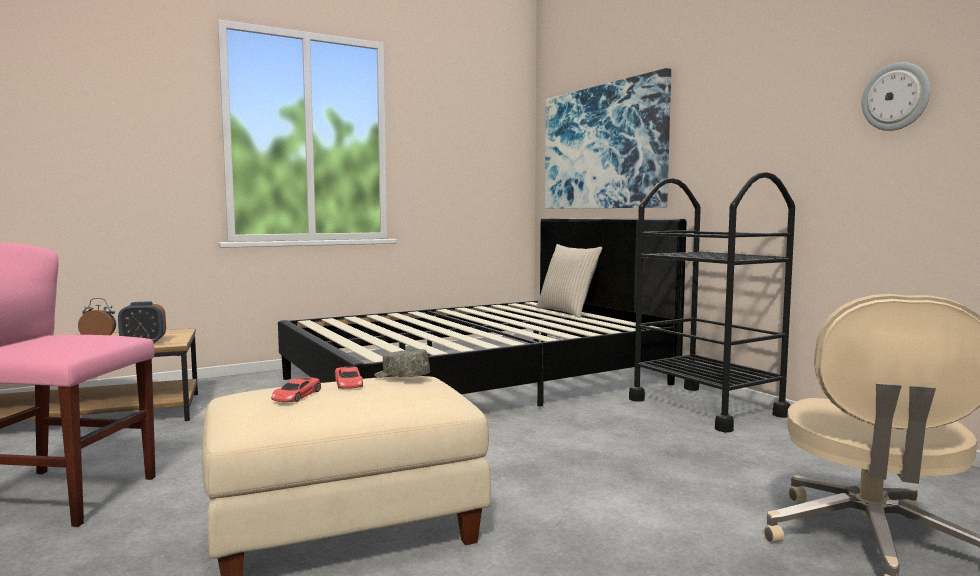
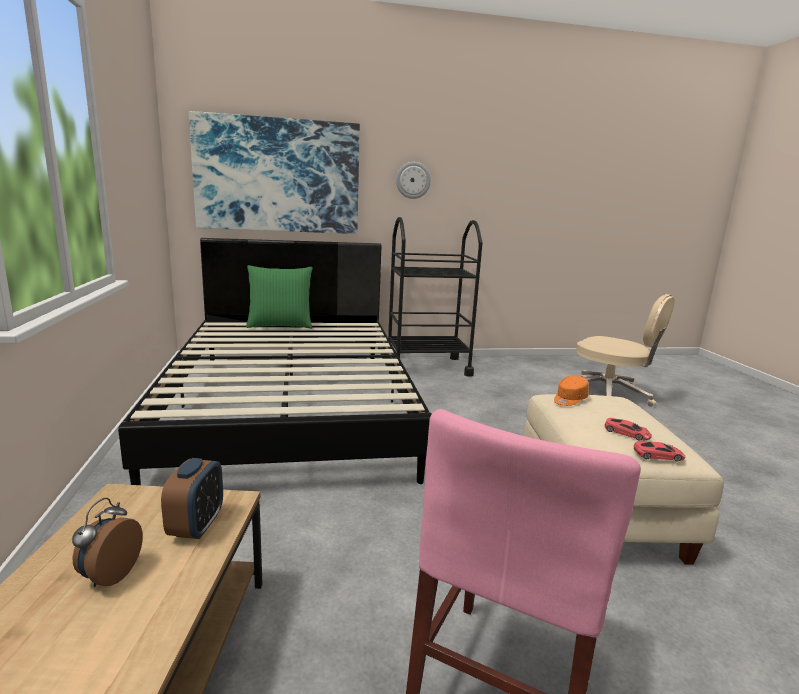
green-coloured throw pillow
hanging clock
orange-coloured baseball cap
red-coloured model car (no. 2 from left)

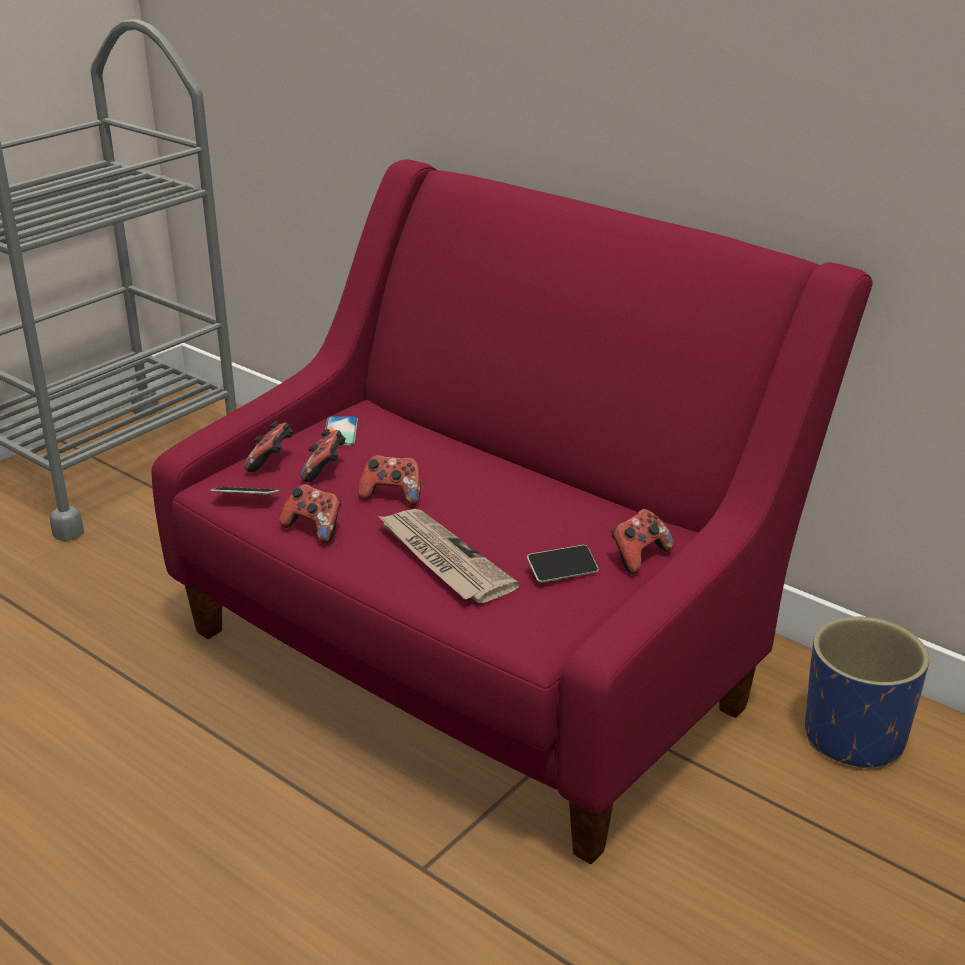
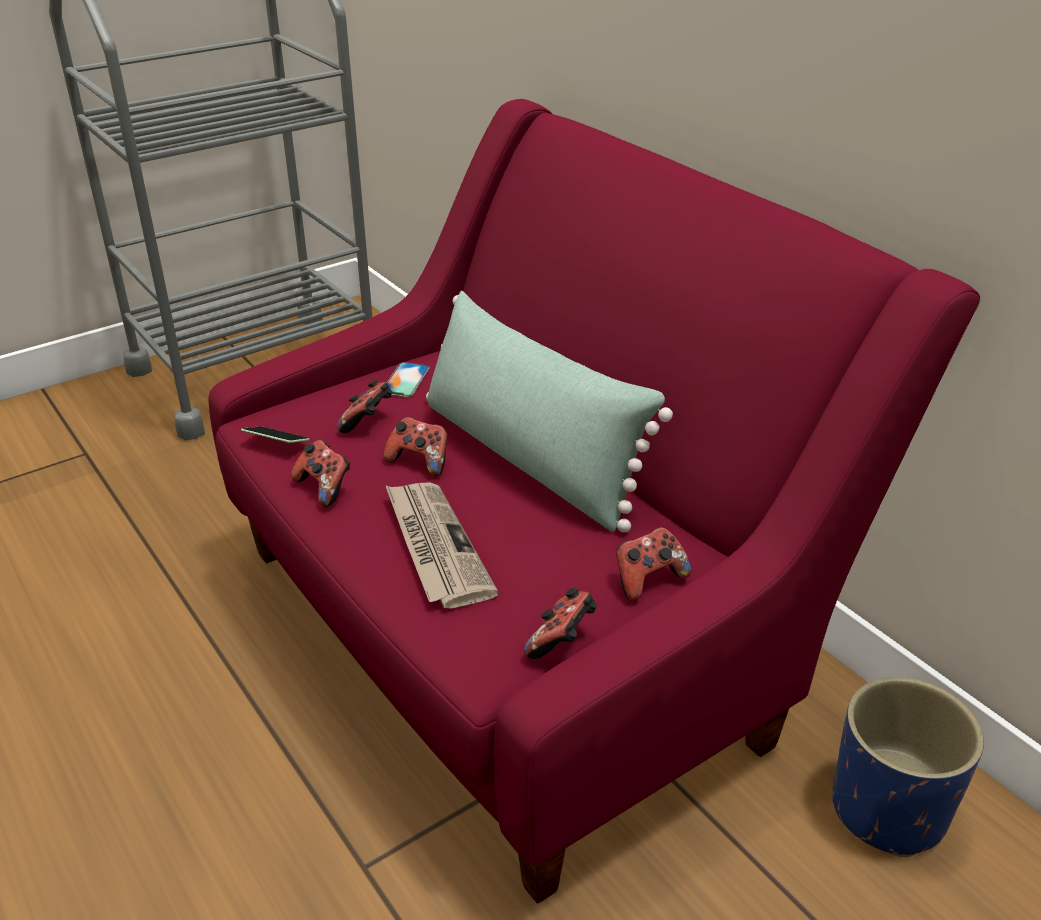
green-coloured throw pillow
joypad (no. 4 from left)
telephone (no. 3 from left in the first image)

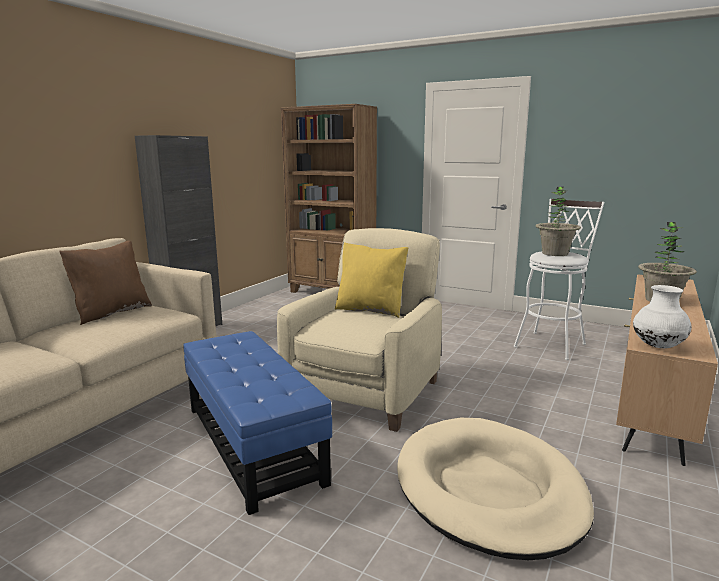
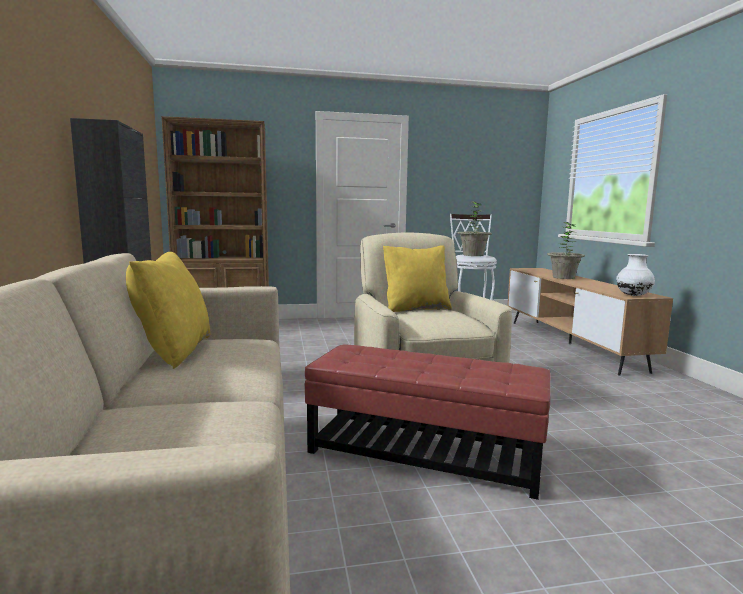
yellow-coloured throw pillow (no. 1 from left)
red-coloured pouffe
sand-coloured dog bed

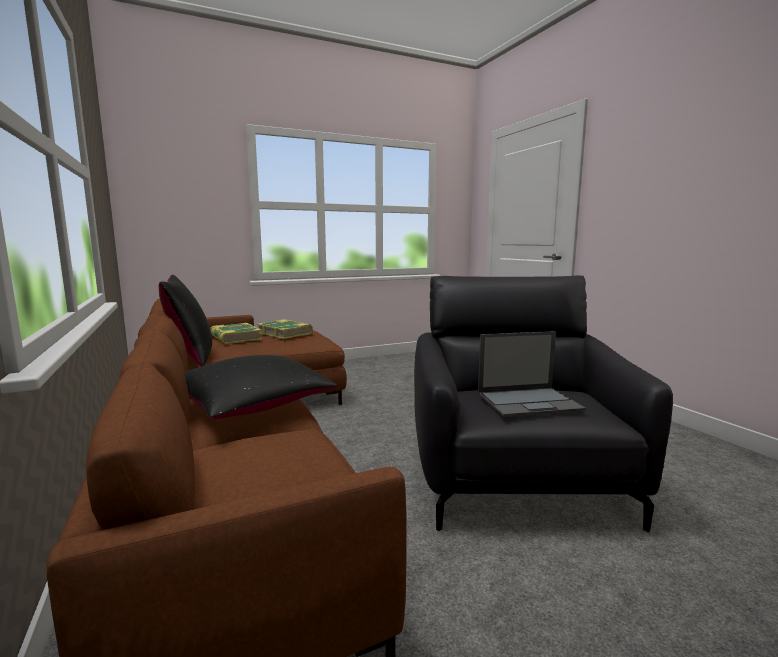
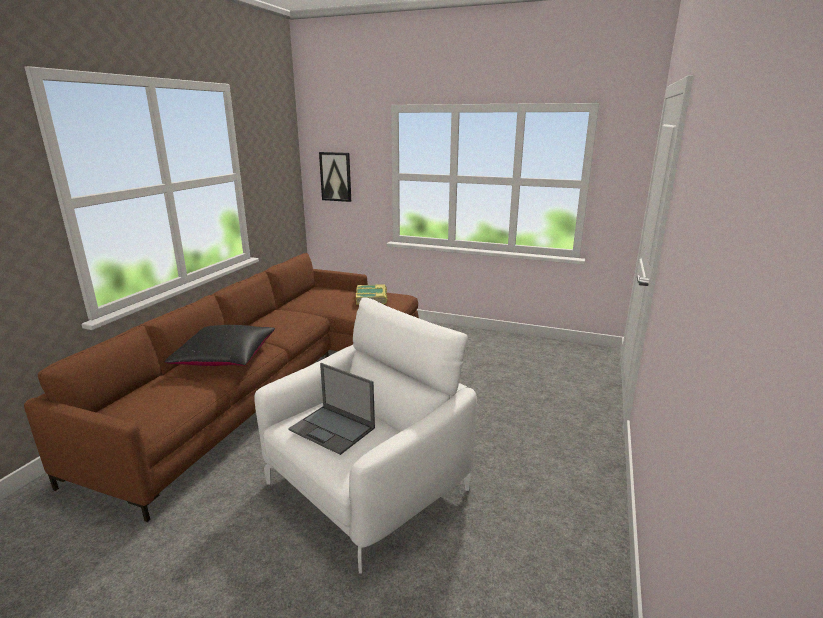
white easy chair
picture
black-coloured throw pillow (no. 1 from left in the first image)
volume (no. 1 from left in the first image)

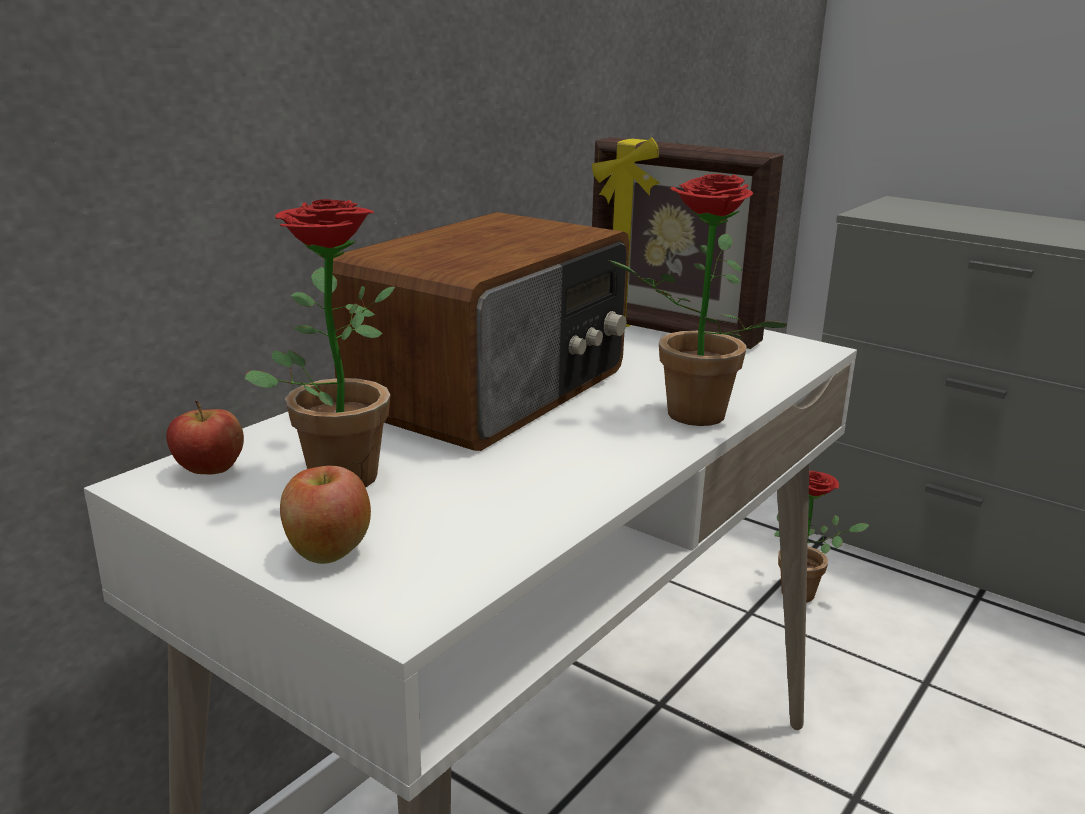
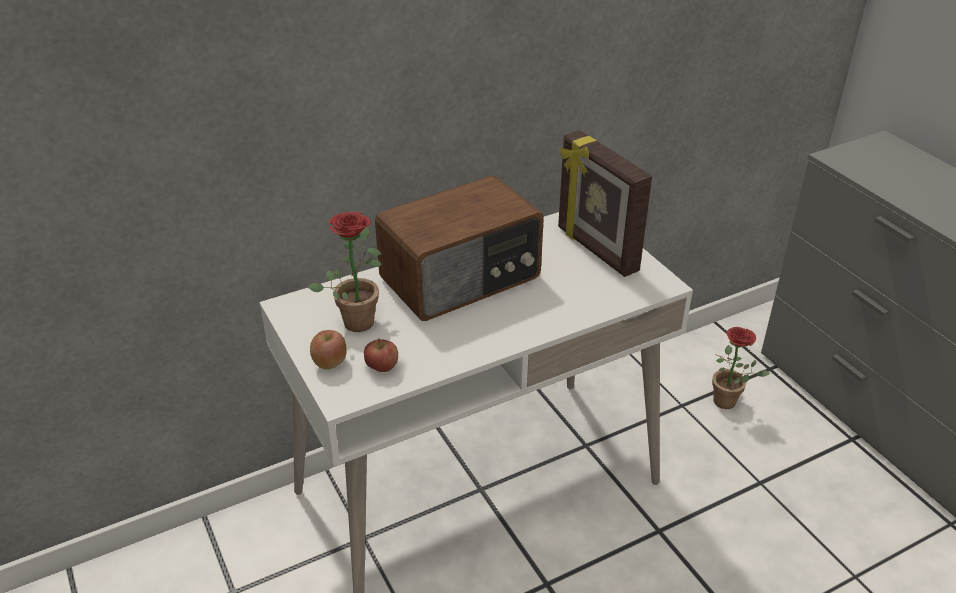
apple fruit (no. 2 from left)
plant in a pot (no. 2 from left in the first image)

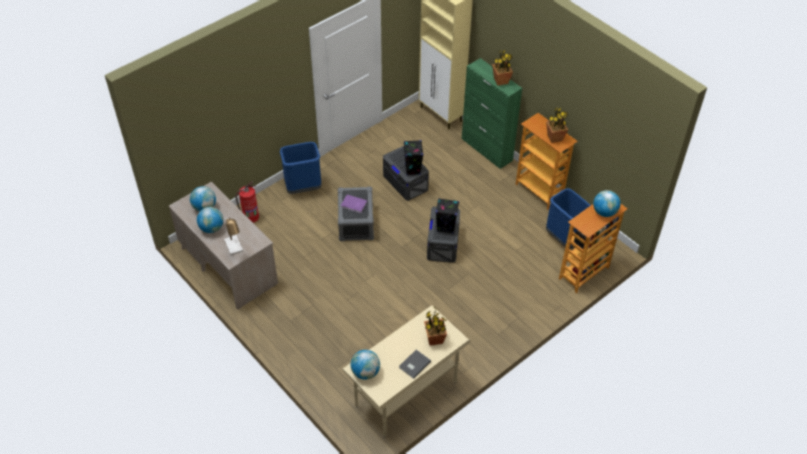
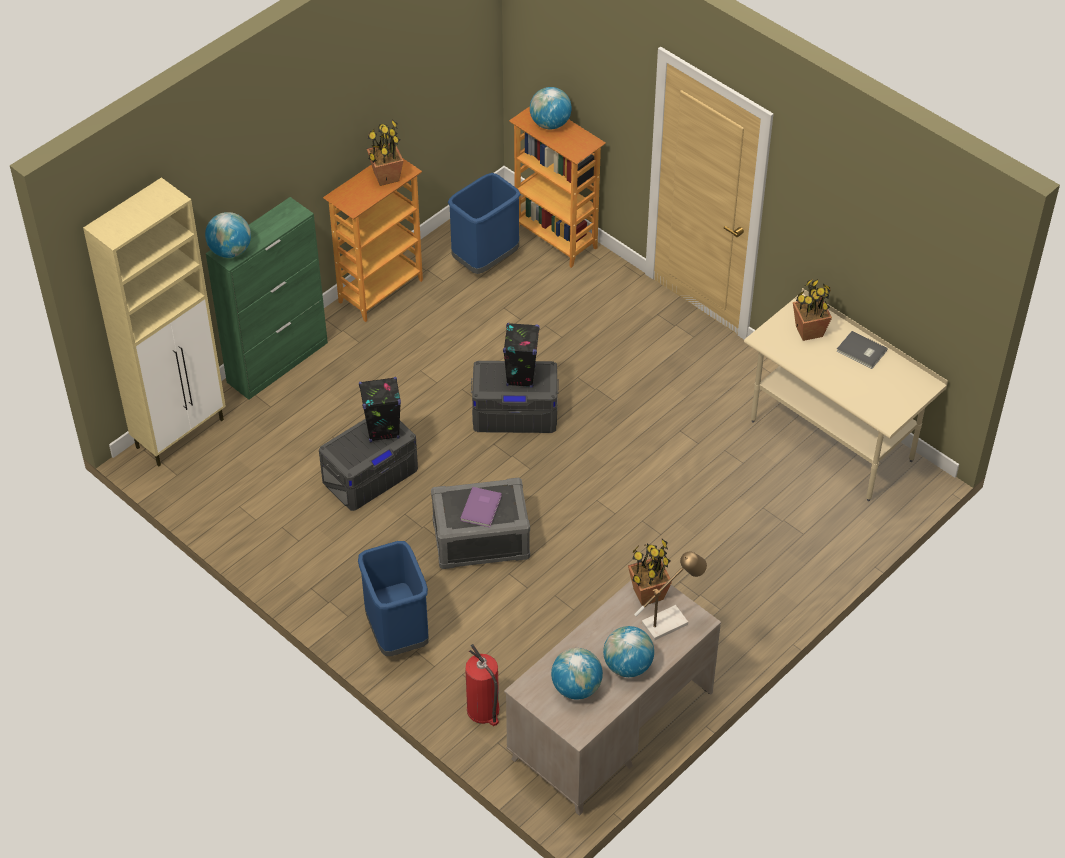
globe (no. 1 from left)
plant in a pot (no. 2 from left)

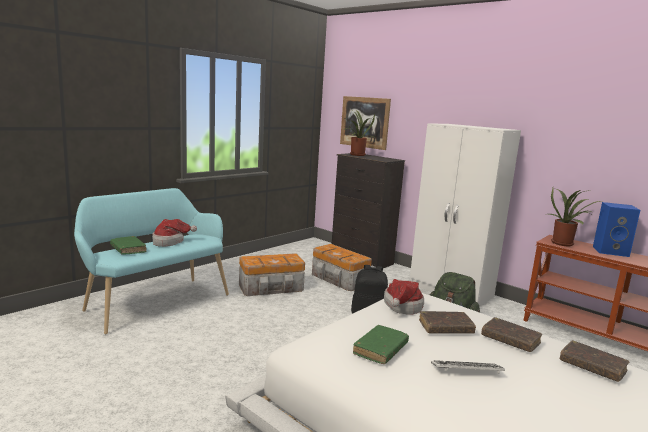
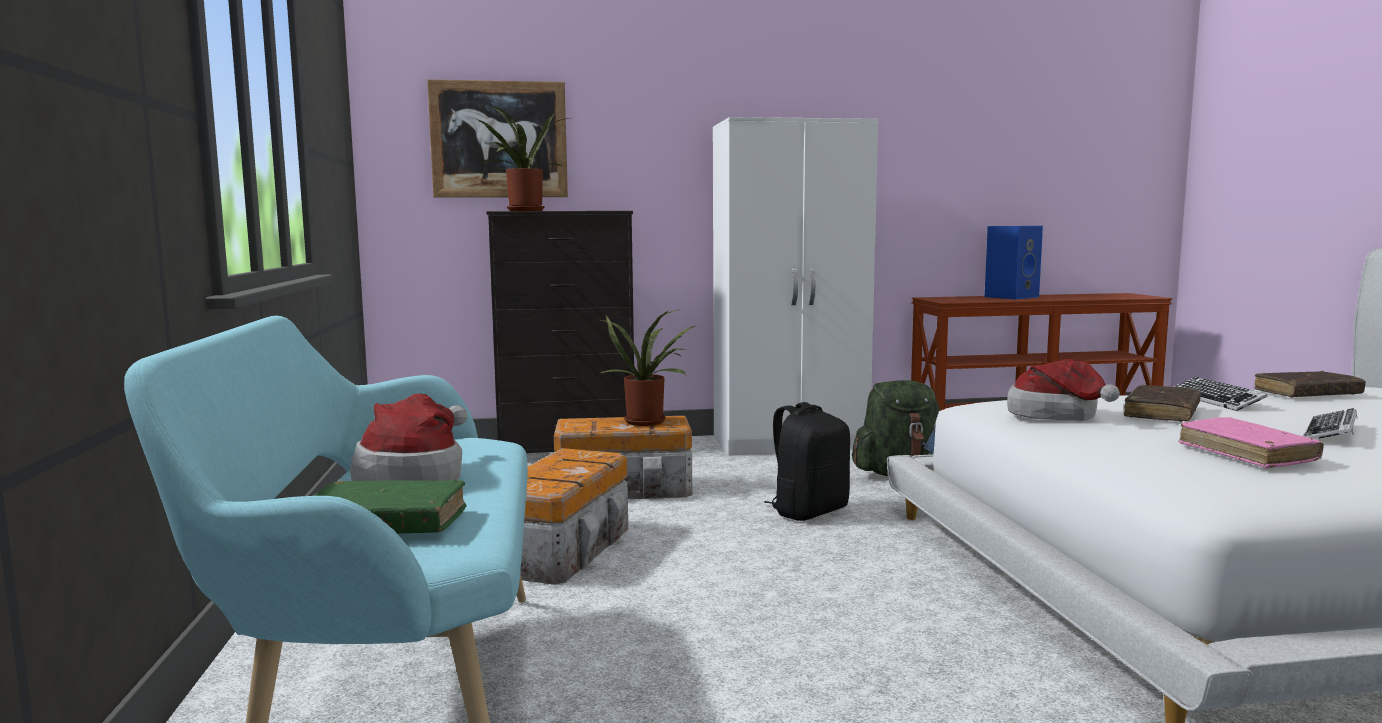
plant in a pot (no. 2 from left)
keyboard (no. 1 from left)
pinkish volume

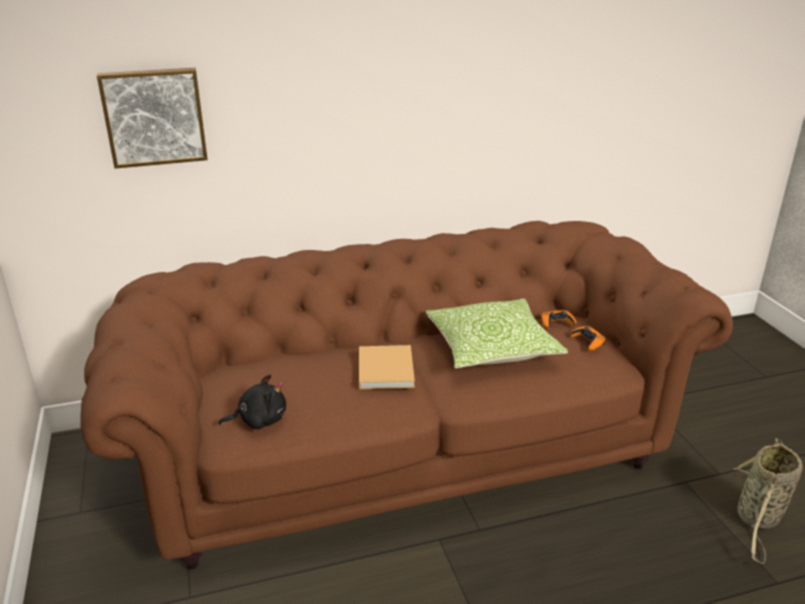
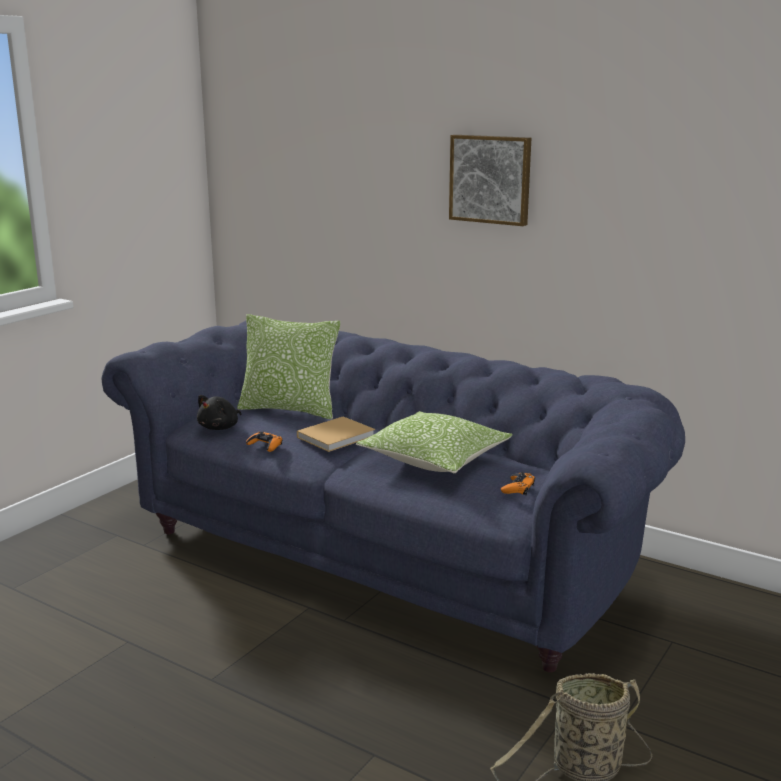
bluish sofa
black-coloured soft toy
throw pillow (no. 1 from left)
orange-coloured joypad (no. 1 from left)
picture

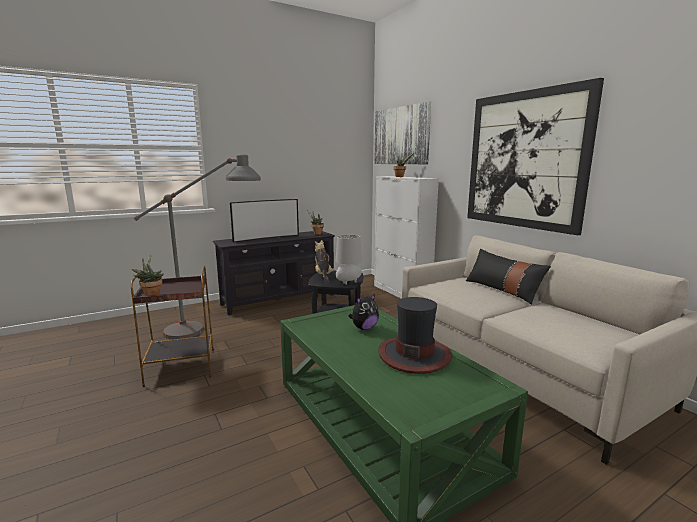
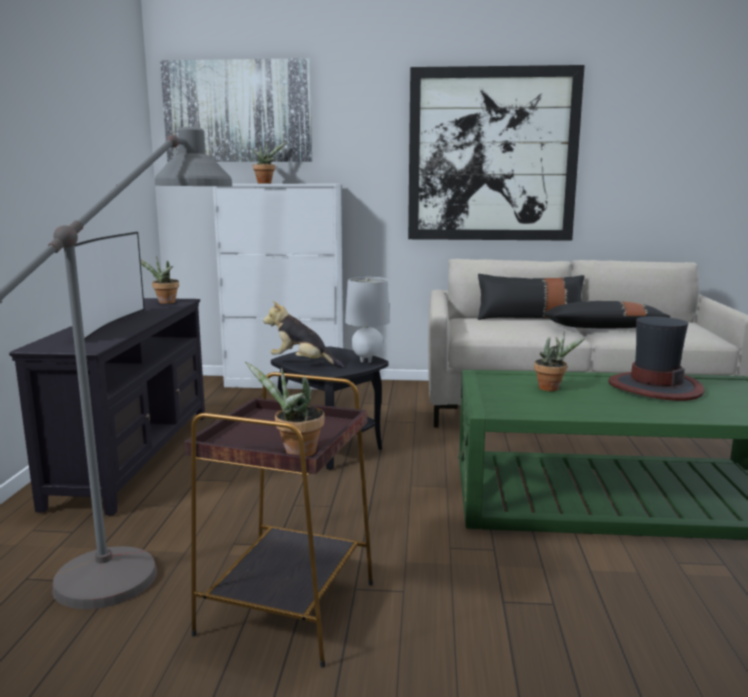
plant in a pot (no. 4 from left)
black-coloured throw pillow (no. 2 from left)

